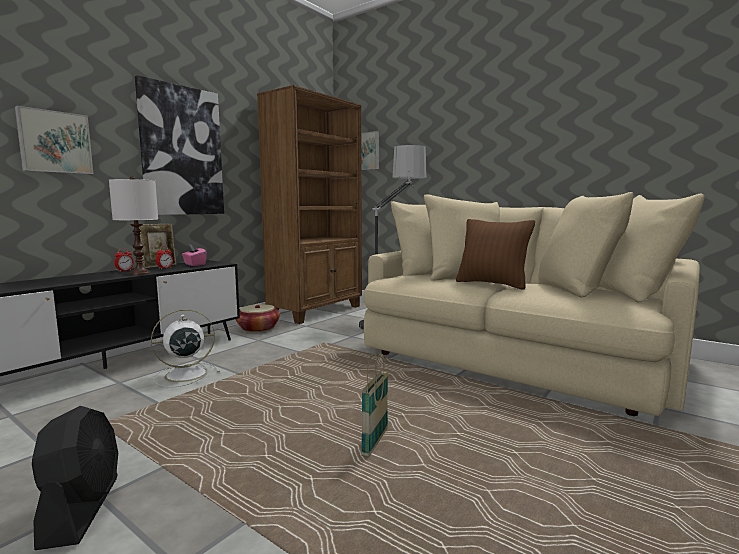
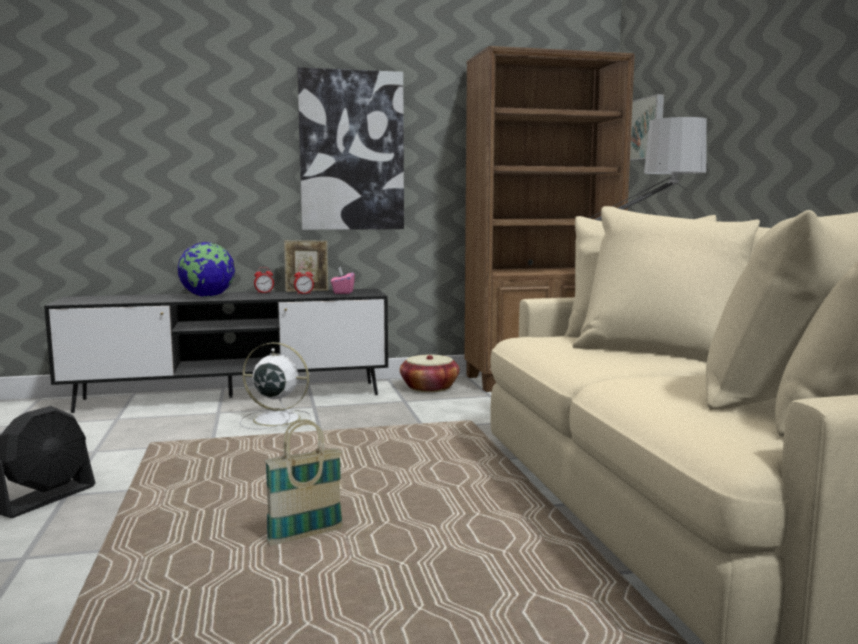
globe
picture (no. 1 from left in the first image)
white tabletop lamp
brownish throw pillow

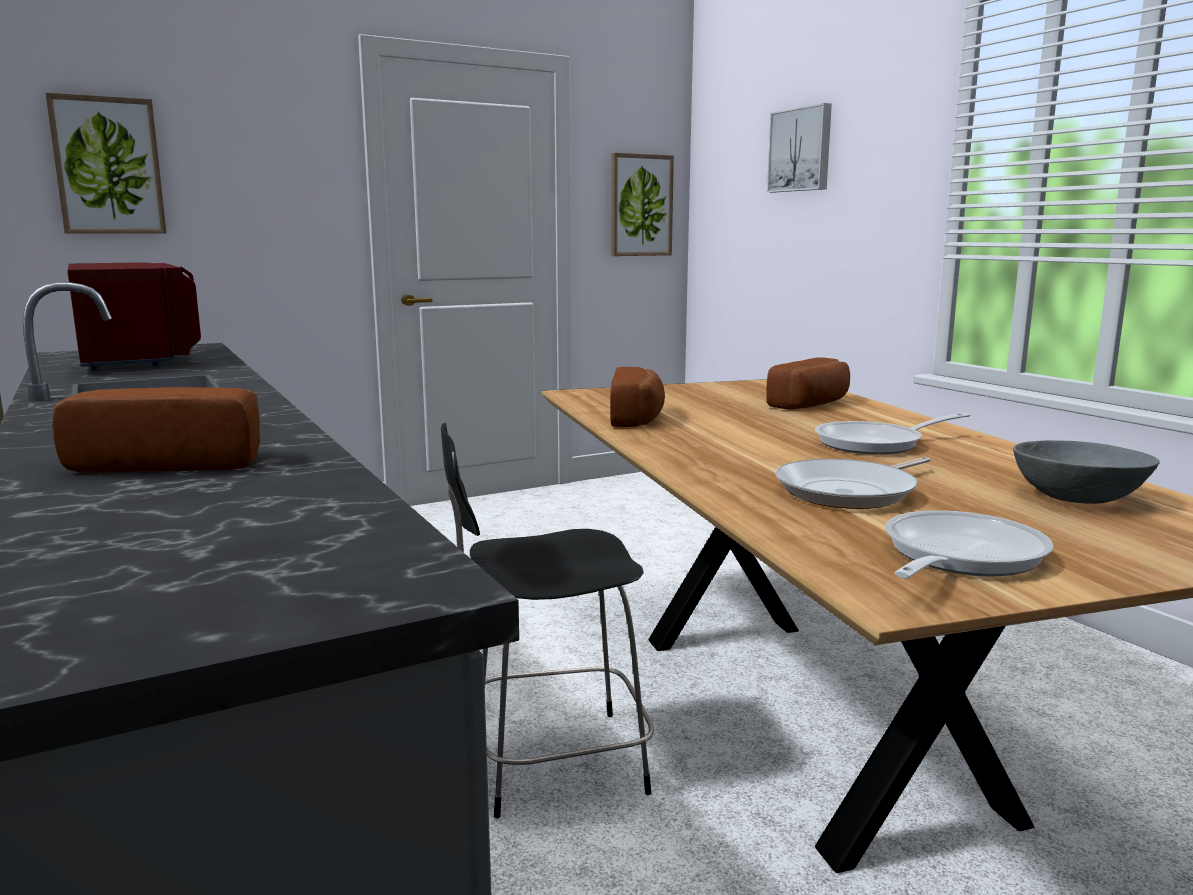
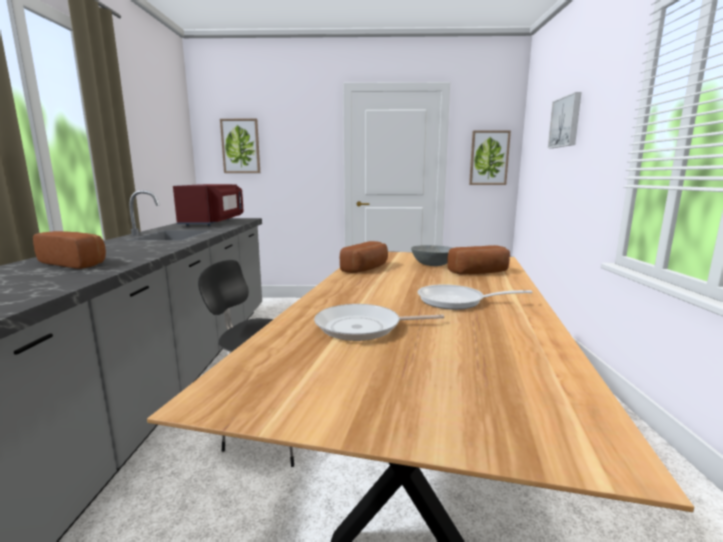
greyish bowl
frying pan (no. 3 from left in the first image)

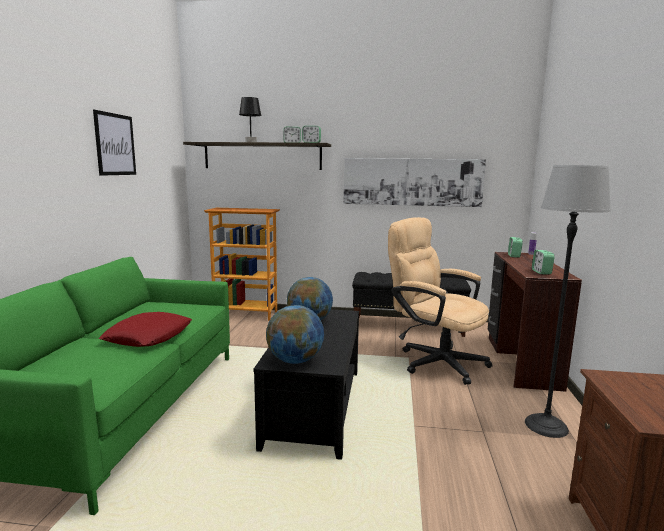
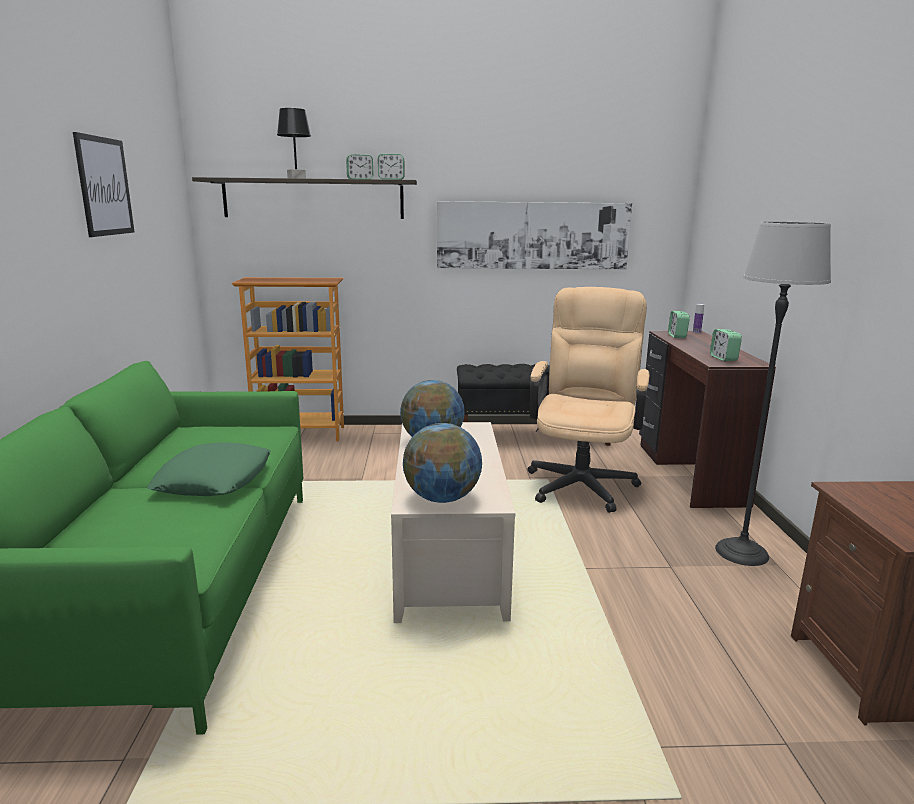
green-coloured throw pillow
sand-coloured lounge table
sand-coloured office chair

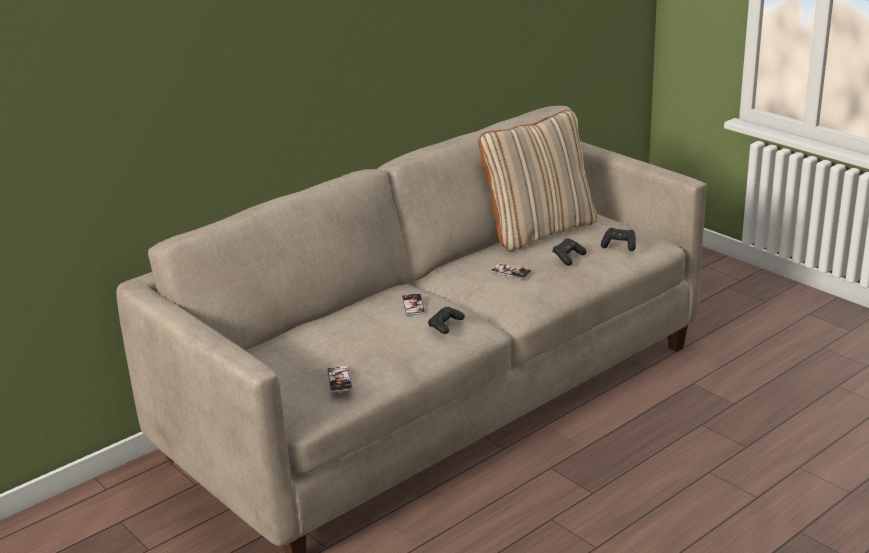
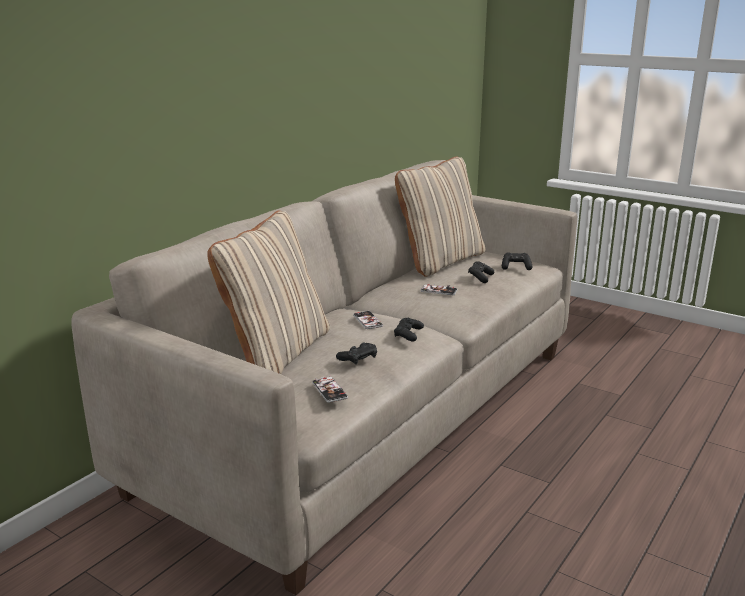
sand-coloured throw pillow (no. 1 from left)
black-coloured joypad (no. 1 from left)

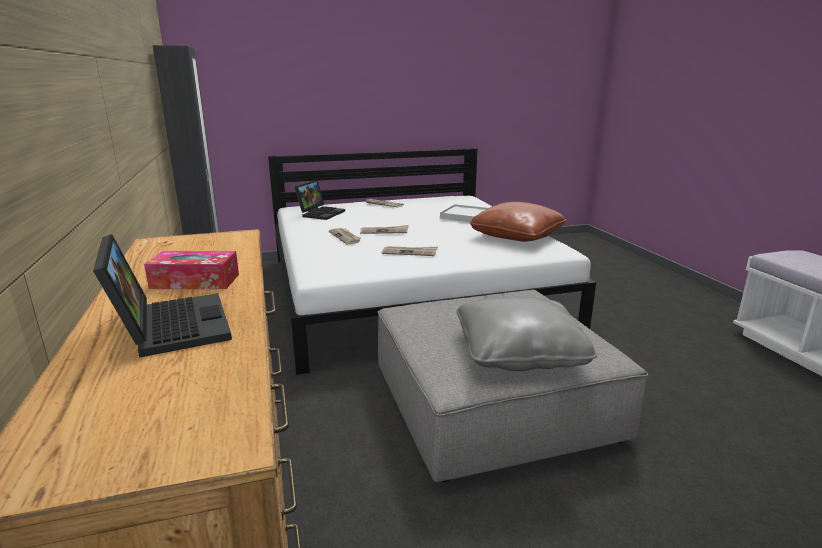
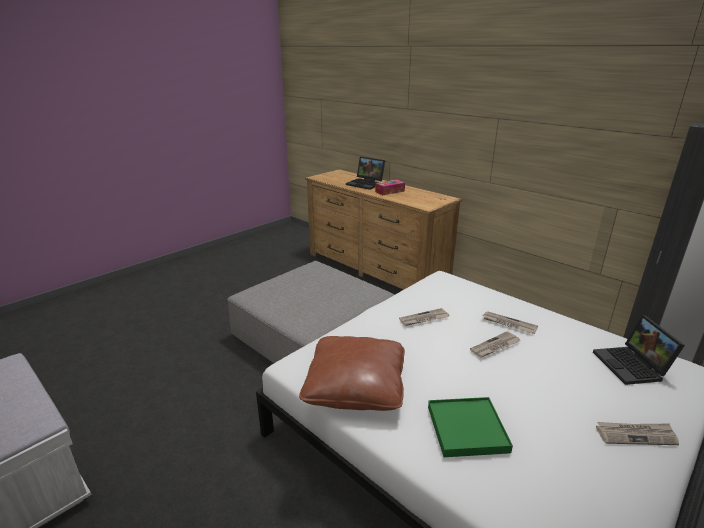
green-coloured carrying tray
greyish throw pillow

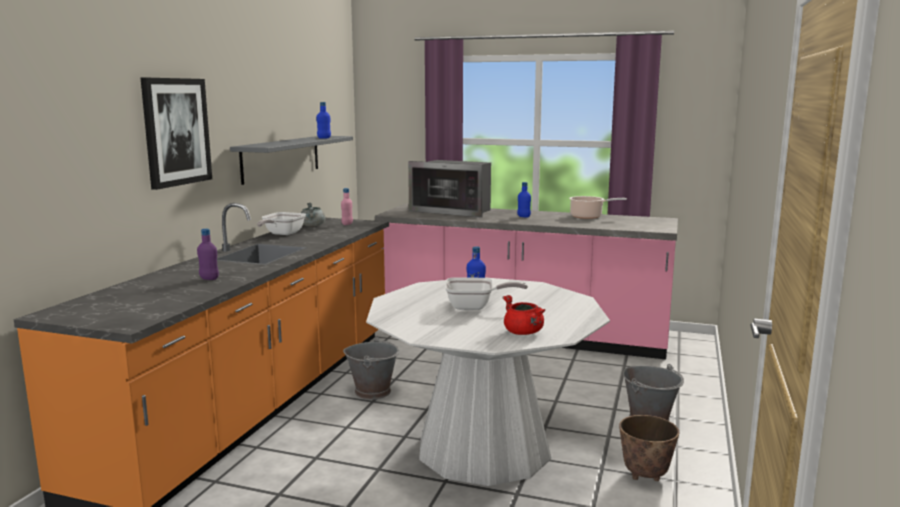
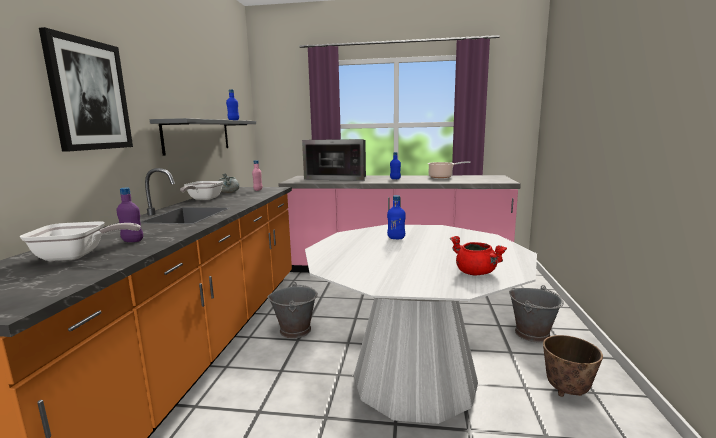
frying pan (no. 1 from left)

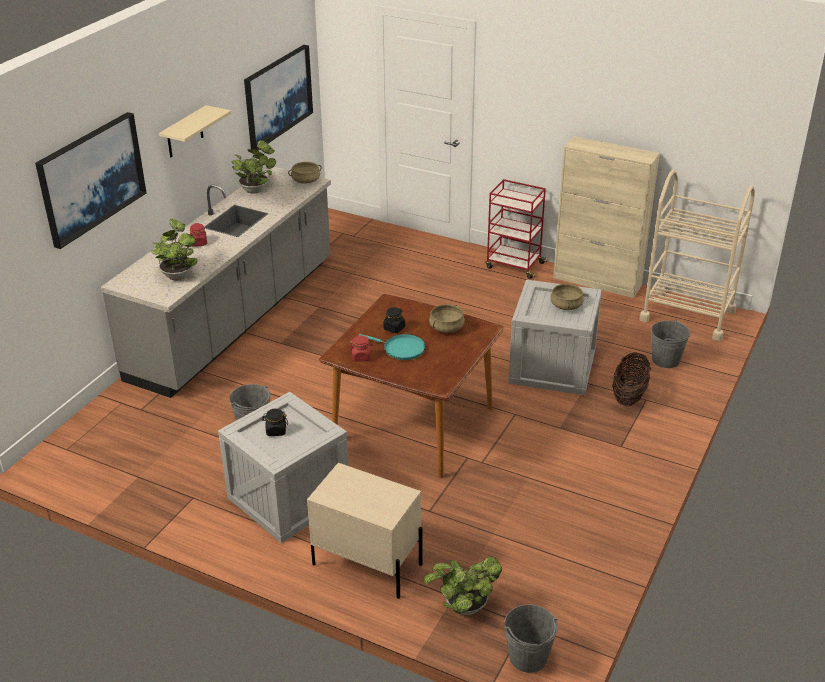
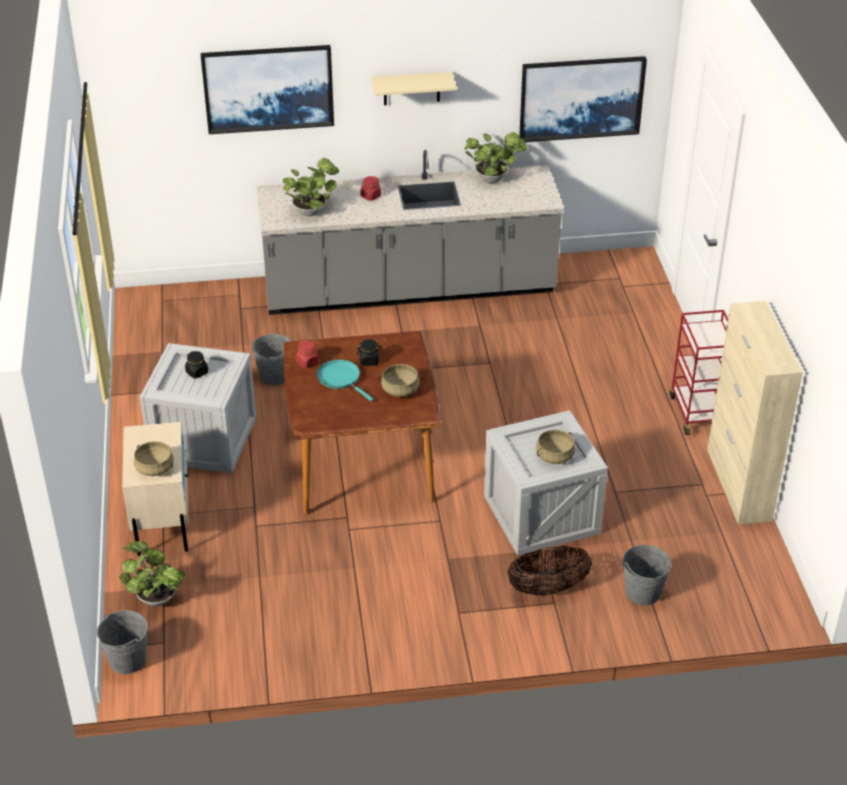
sand-coloured saucepot (no. 1 from left)
turquoise-coloured frying pan
sand-coloured wheeled cart

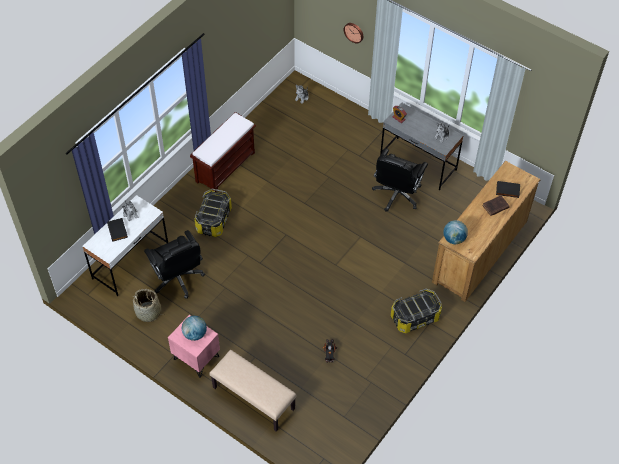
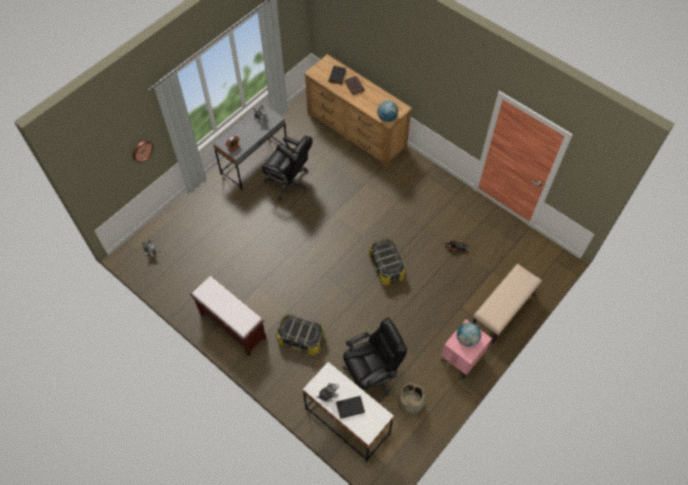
storage container (no. 2 from left)

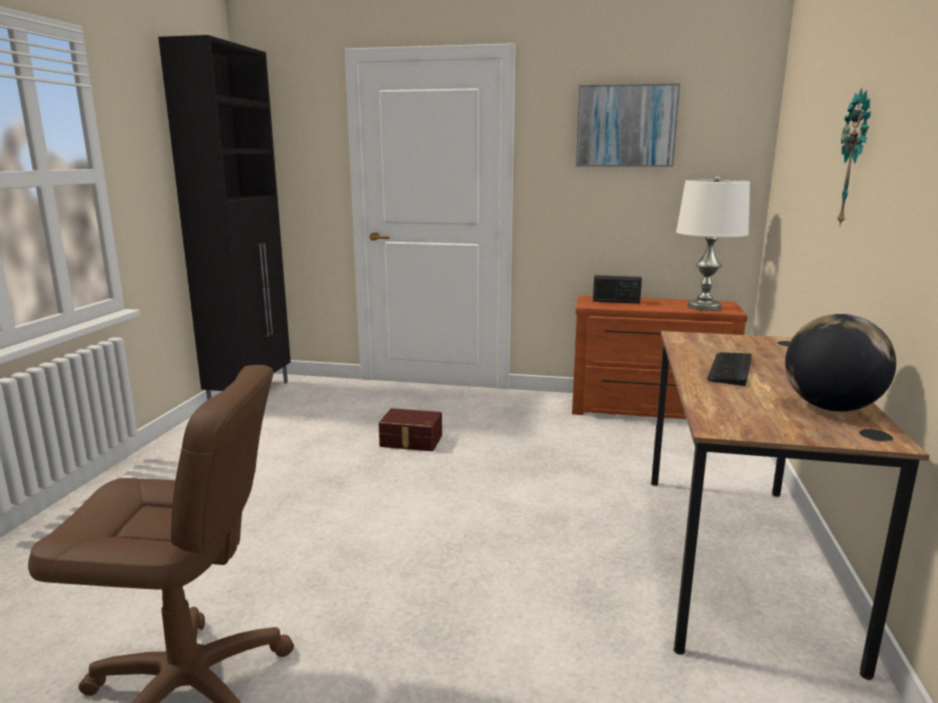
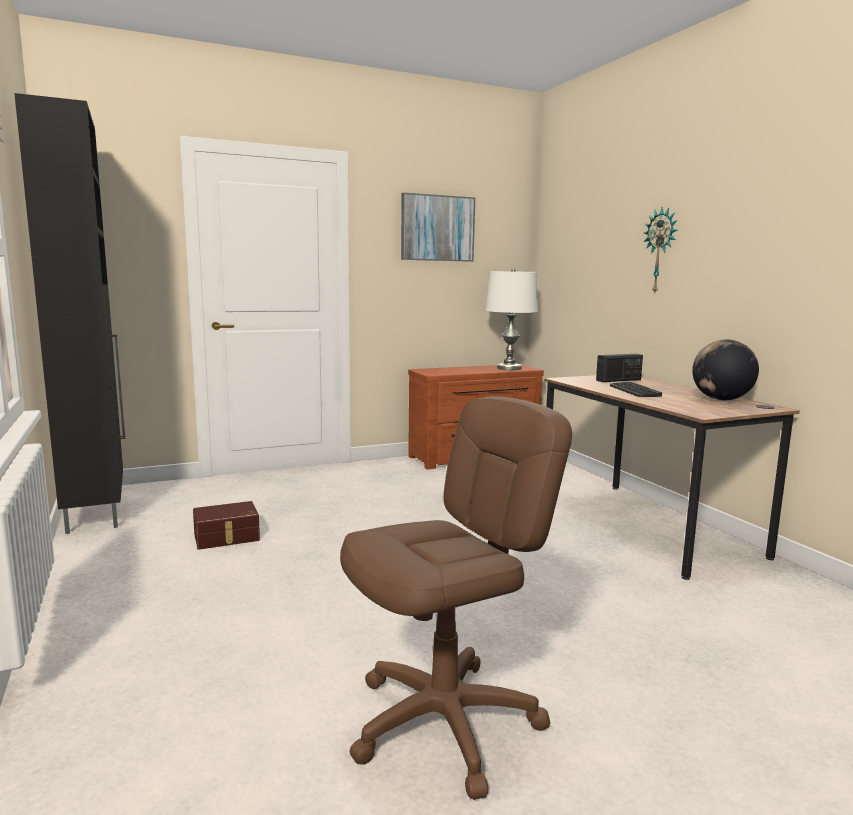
brownish storage container
radio receiver

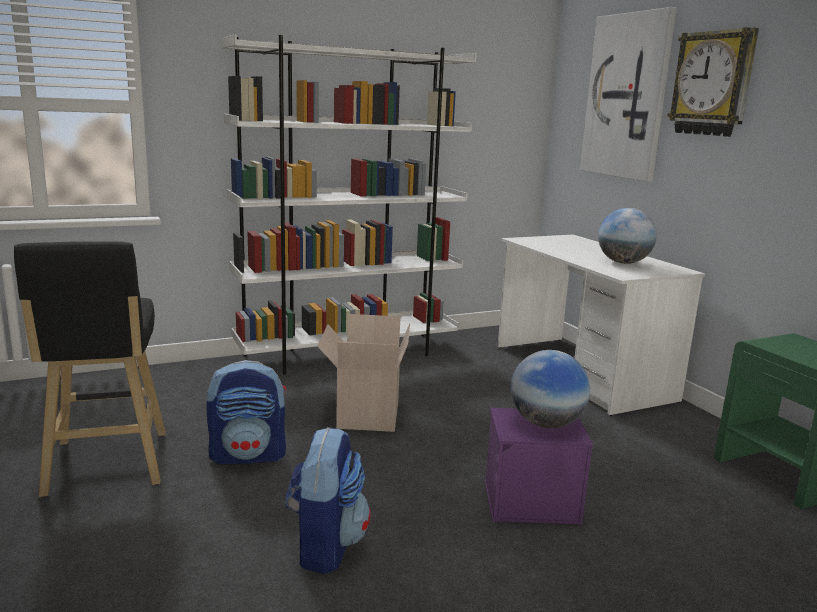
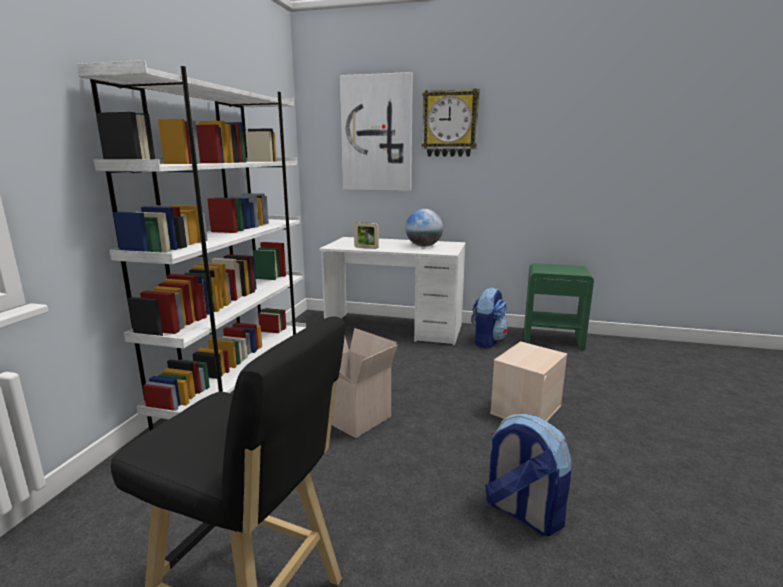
photo frame
backpack (no. 1 from left)
sand-coloured storage container
globe (no. 1 from left in the first image)

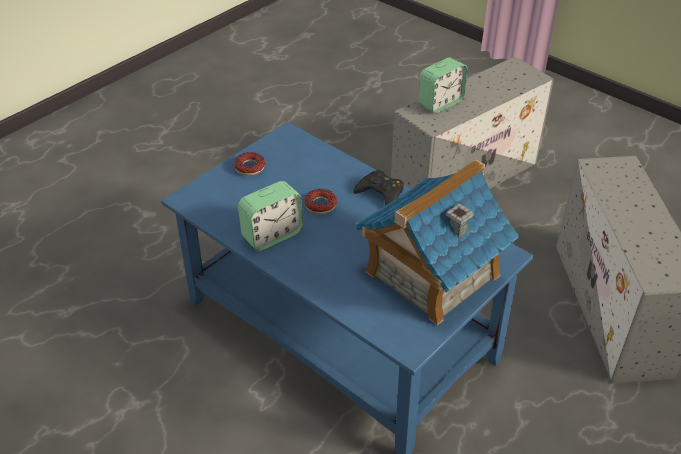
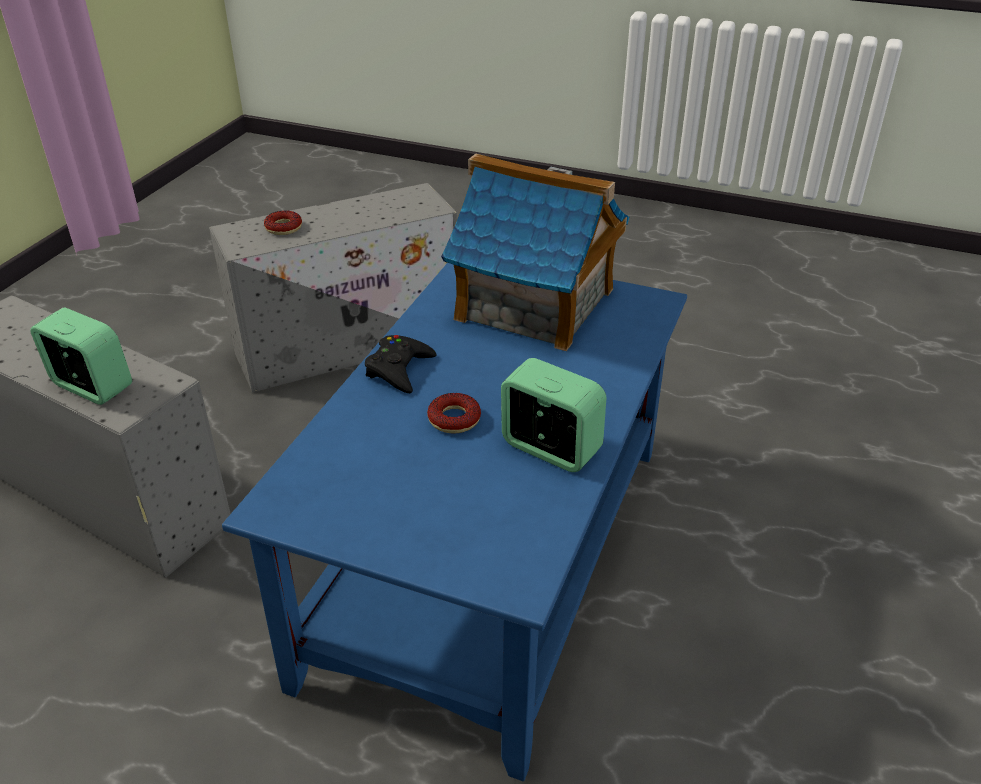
doughnut (no. 1 from left)

